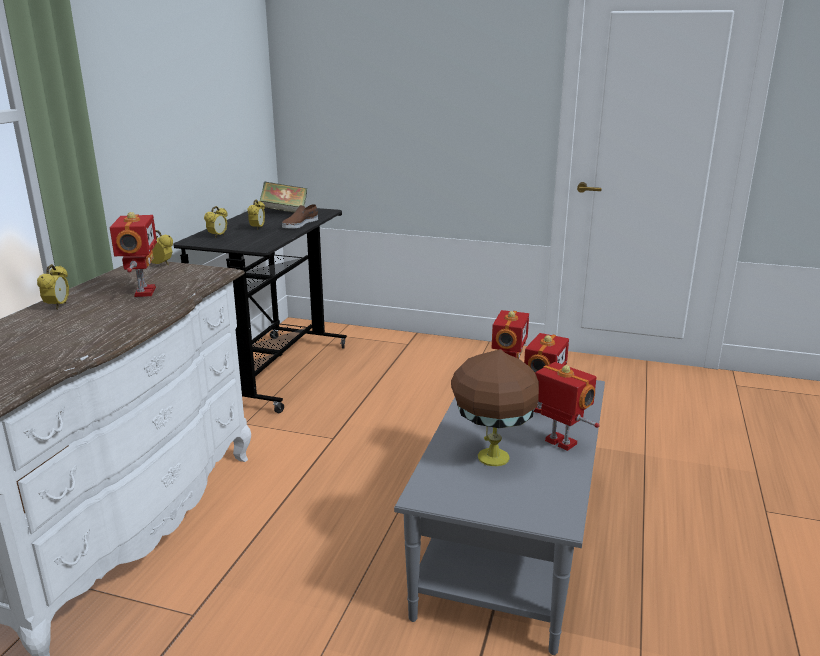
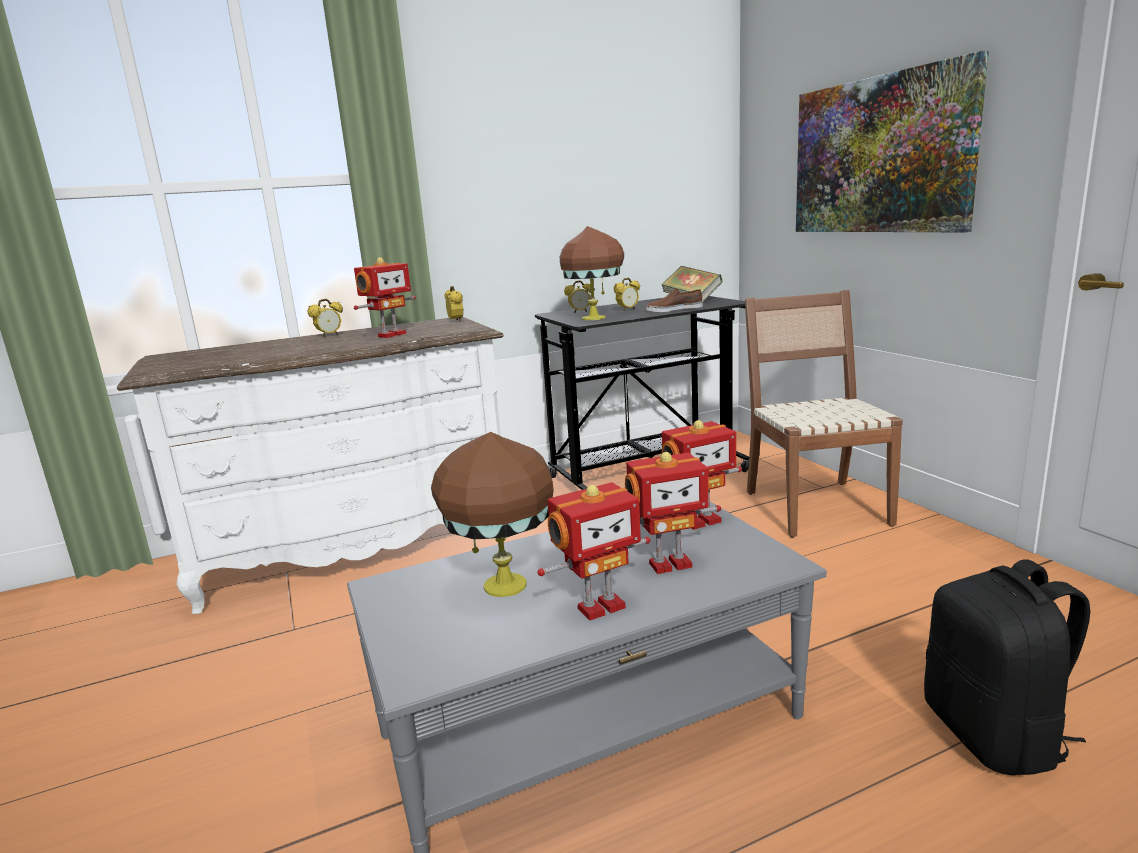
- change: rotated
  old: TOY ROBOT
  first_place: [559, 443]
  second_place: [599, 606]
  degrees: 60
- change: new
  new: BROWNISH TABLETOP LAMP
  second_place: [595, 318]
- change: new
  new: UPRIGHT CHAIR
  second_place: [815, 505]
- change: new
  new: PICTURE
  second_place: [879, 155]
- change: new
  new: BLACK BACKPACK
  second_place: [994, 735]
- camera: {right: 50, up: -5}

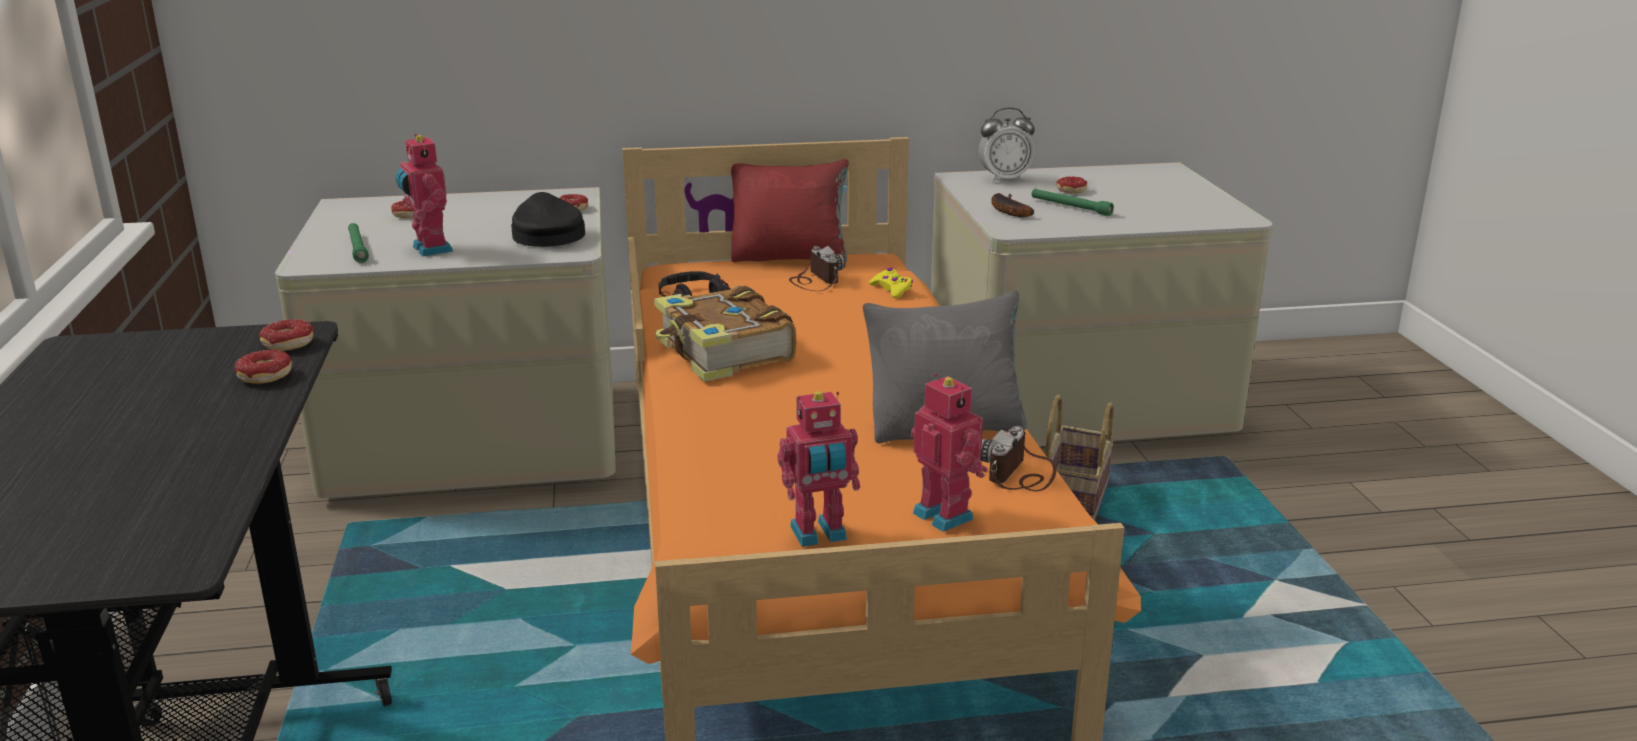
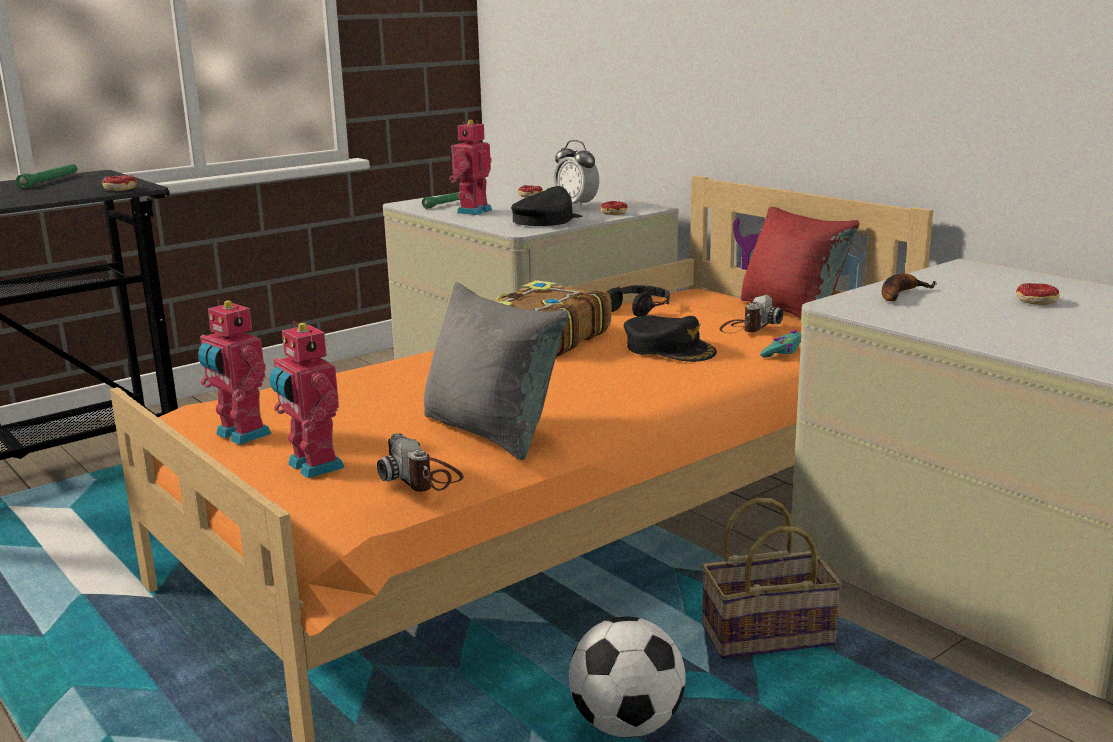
- change: shifted
  old: GREEN FLASHLIGHT
  first_place: [1070, 207]
  second_place: [50, 181]
- change: rotated
  old: TOY ROBOT
  first_place: [946, 514]
  second_place: [312, 467]
  degrees: 120
- change: rotated
  old: STILL CAMERA
  first_place: [1020, 474]
  second_place: [423, 477]
  degrees: -120
- change: shifted
  old: ALARM CLOCK
  first_place: [1004, 179]
  second_place: [576, 205]
- change: new
  new: FOOTBALL
  second_place: [626, 725]
- change: new
  new: BLACK PEAKED CAP
  second_place: [669, 349]
- change: repainted
  old: YELLOW JOYPAD
  new: TURQUOISE JOYPAD
  first_place: [892, 289]
  second_place: [782, 352]
- change: gone
  old: RING DOUGHNUT
  first_place: [268, 379]
- camera: {right: 60, up: -5}

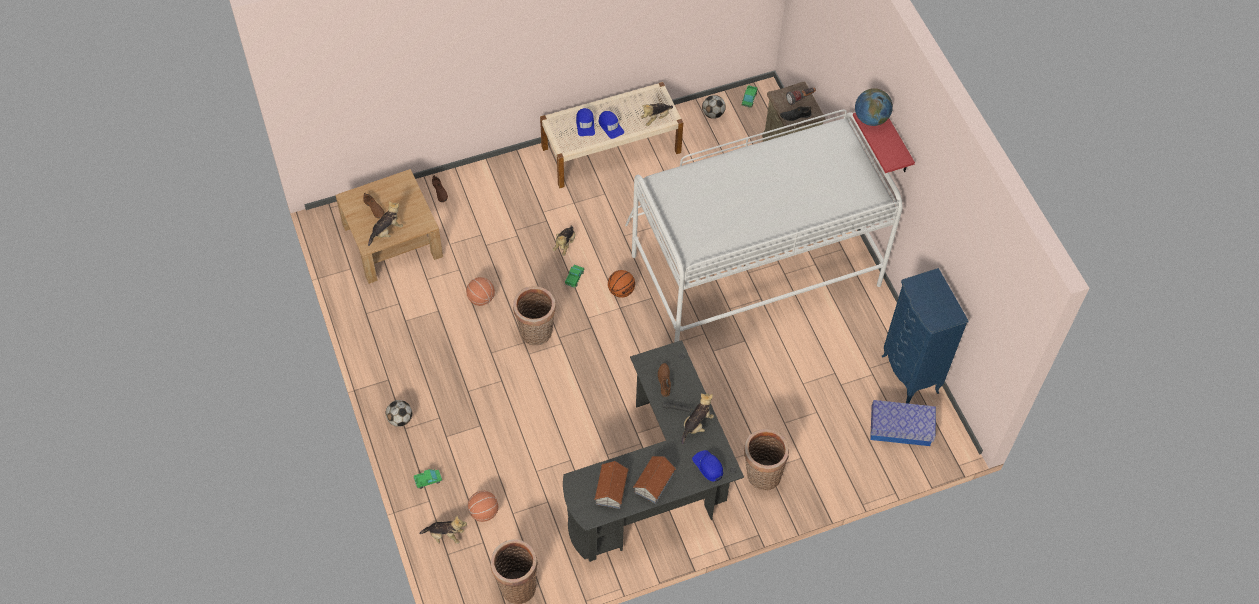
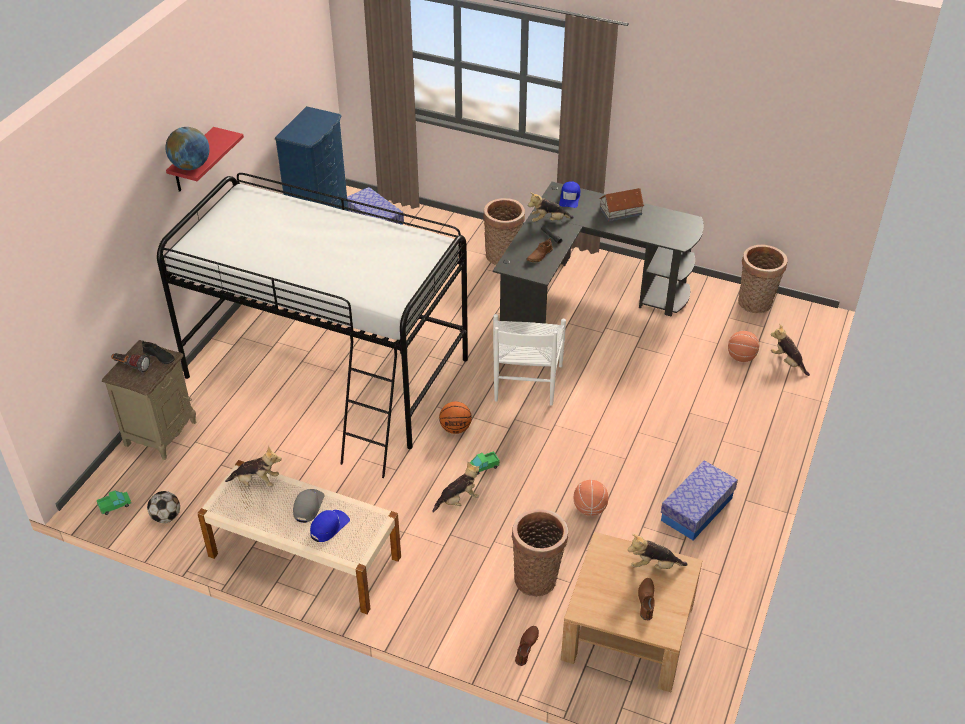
- change: repainted
  old: WHITE-COLOURED BED
  new: BLACK BED
  first_place: [752, 269]
  second_place: [329, 371]
- change: repainted
  old: BLUE PEAKED CAP
  new: GRAY PEAKED CAP
  first_place: [610, 126]
  second_place: [308, 506]
- change: new
  new: WHITE-COLOURED UPRIGHT CHAIR
  second_place: [525, 384]
- change: shifted
  old: STORAGE BASKET
  first_place: [536, 334]
  second_place: [537, 577]
- change: new
  new: STORAGE CONTAINER
  second_place: [696, 509]
- change: gone
  old: FOOTBALL
  first_place: [400, 419]
- change: gone
  old: TOY TRUCK
  first_place: [428, 480]
- change: gone
  old: TOY HOUSE
  first_place: [611, 489]
- camera: {right: -135, up: -15}

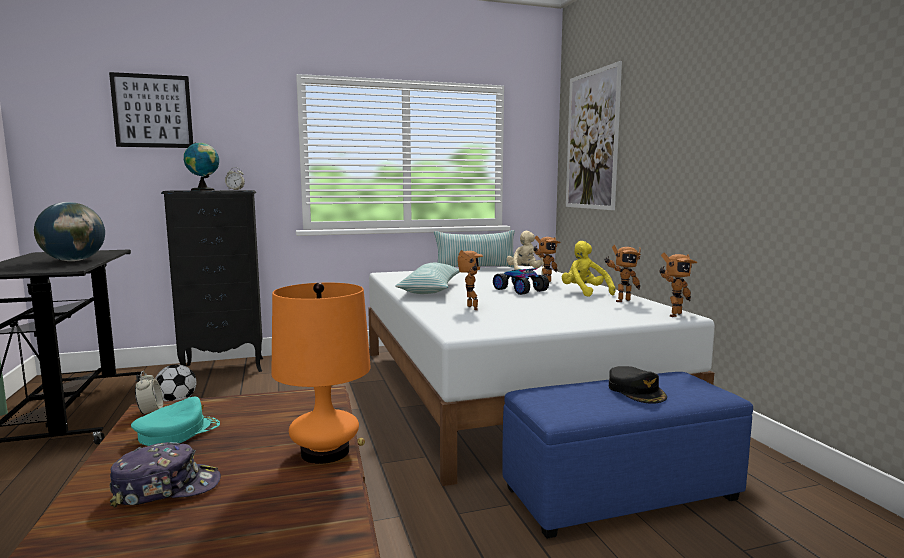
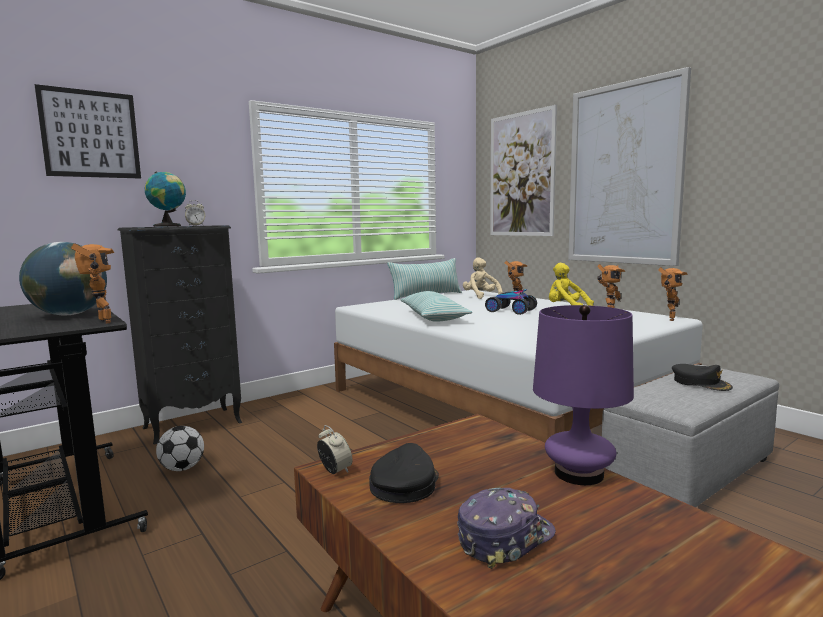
- change: shifted
  old: TOY ROBOT
  first_place: [470, 308]
  second_place: [101, 322]
- change: repainted
  old: TURQUOISE PEAKED CAP
  new: BLACK PEAKED CAP
  first_place: [177, 432]
  second_place: [404, 484]
- change: repainted
  old: ORANGE TABLETOP LAMP
  new: PURPLE-COLOURED TABLETOP LAMP
  first_place: [325, 452]
  second_place: [579, 473]
- change: new
  new: PICTURE
  second_place: [624, 174]
- change: repainted
  old: BLUE POUFFE
  new: GRAY POUFFE
  first_place: [622, 493]
  second_place: [689, 472]
- camera: {right: -20, up: 0}

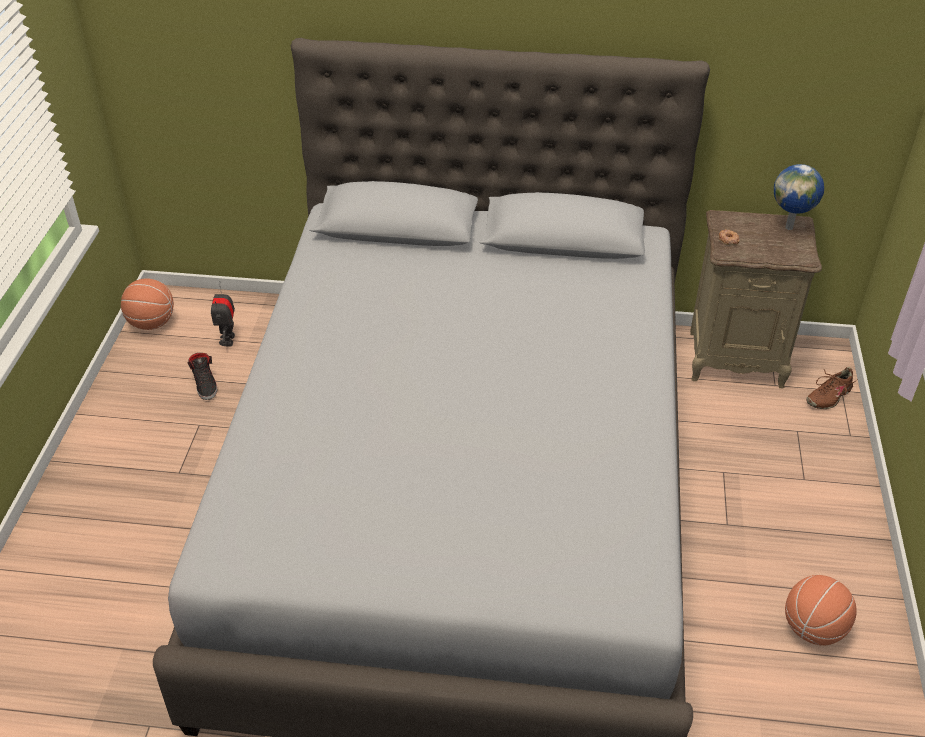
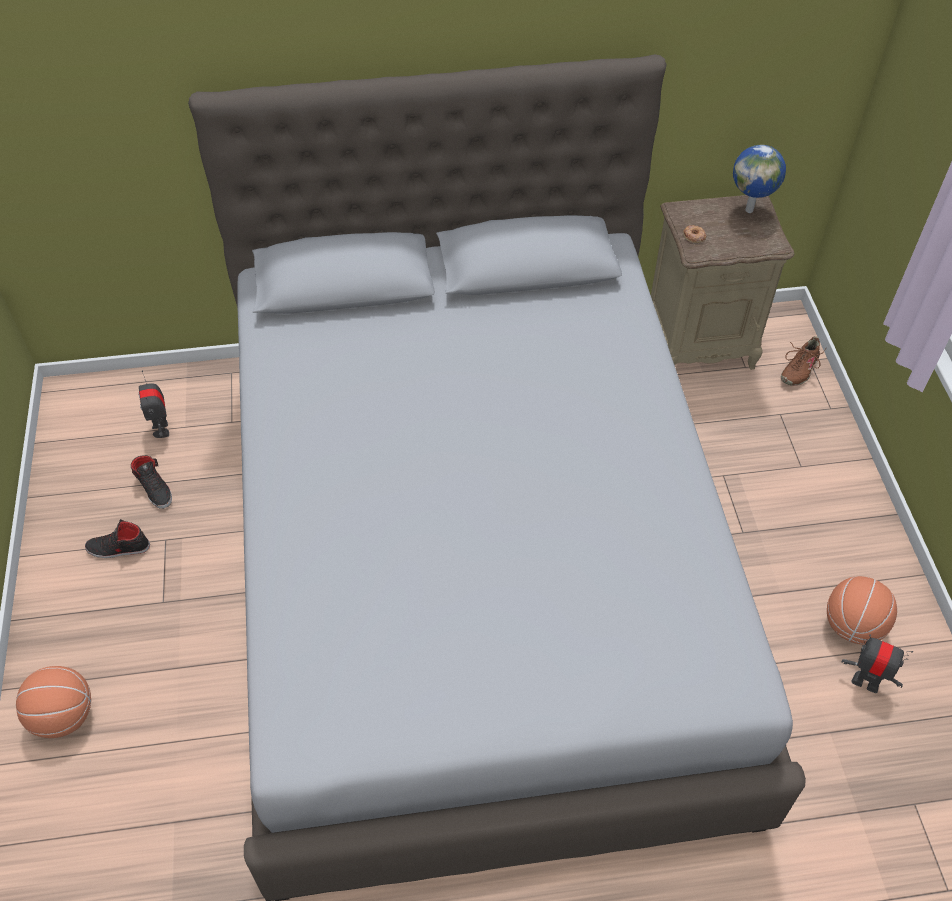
- change: shifted
  old: BASKETBALL
  first_place: [151, 323]
  second_place: [63, 716]
- change: new
  new: BLACK LOW SHOE
  second_place: [118, 548]
- change: new
  new: TOY ROBOT
  second_place: [865, 682]
- camera: {right: -15, up: 10}

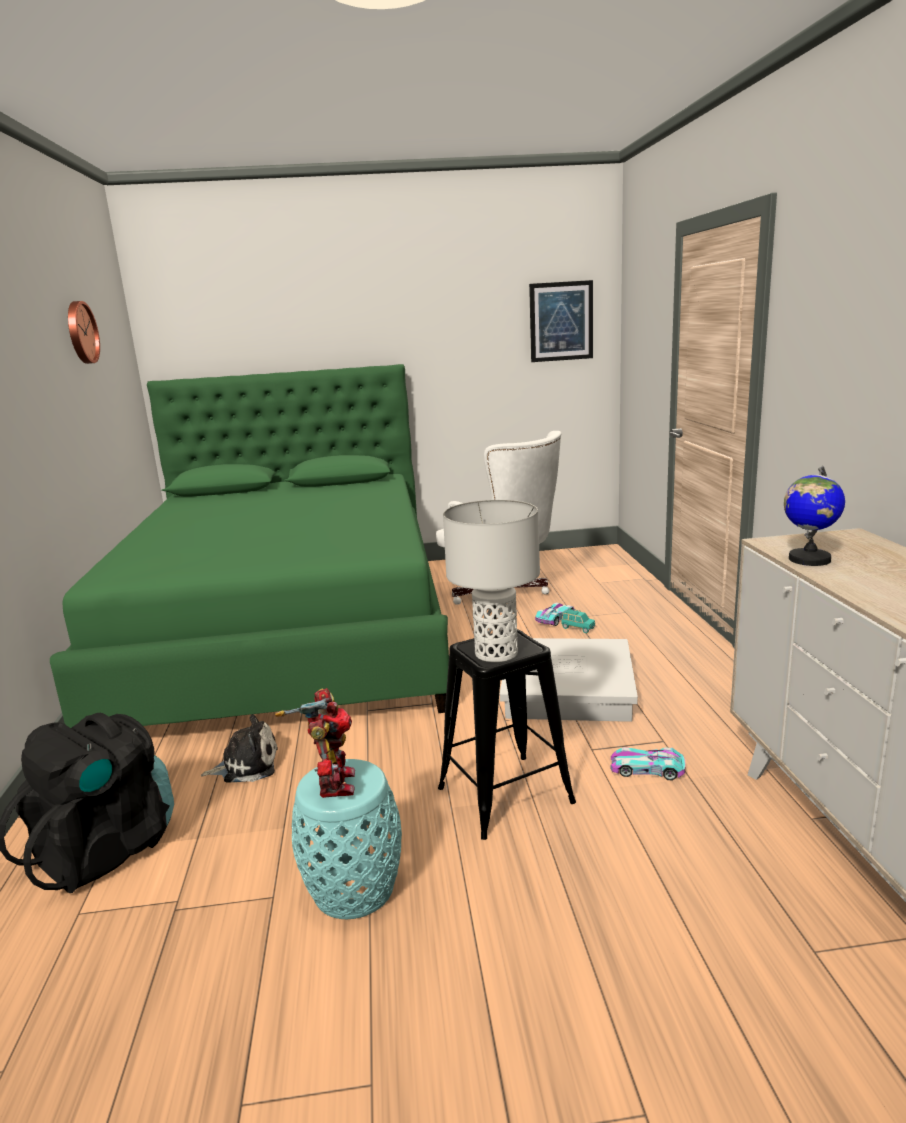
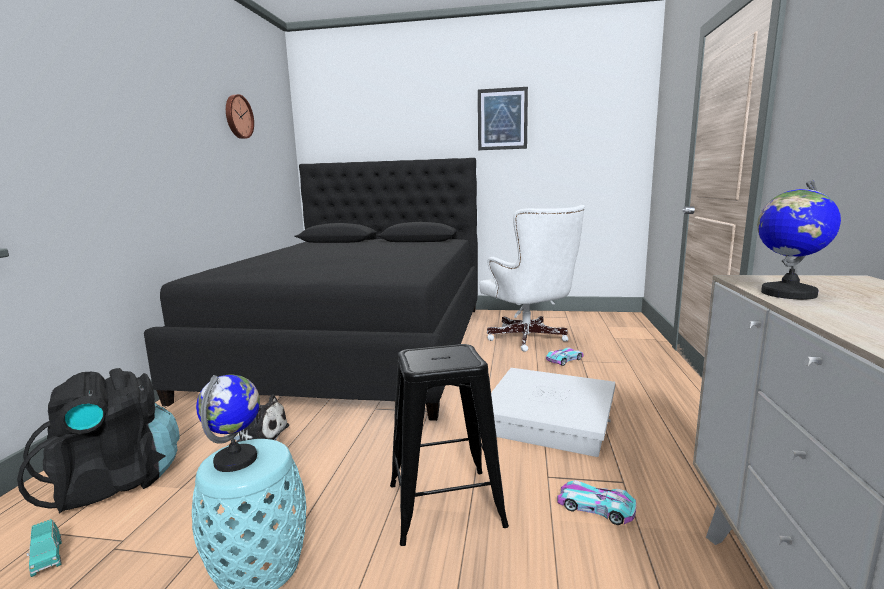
- change: shifted
  old: TURQUOISE MODEL CAR
  first_place: [577, 628]
  second_place: [47, 558]
- change: repainted
  old: GREEN BED
  new: BLACK BED
  first_place: [290, 634]
  second_place: [357, 346]
- change: swapped
  old: TOY ROBOT
  new: WORLD GLOBE
  first_place: [333, 784]
  second_place: [236, 460]
- change: shifted
  old: PICTURE
  first_place: [561, 321]
  second_place: [502, 119]
- change: gone
  old: WHITE-COLOURED TABLETOP LAMP
  first_place: [495, 653]
- camera: {right: 15, up: -5}

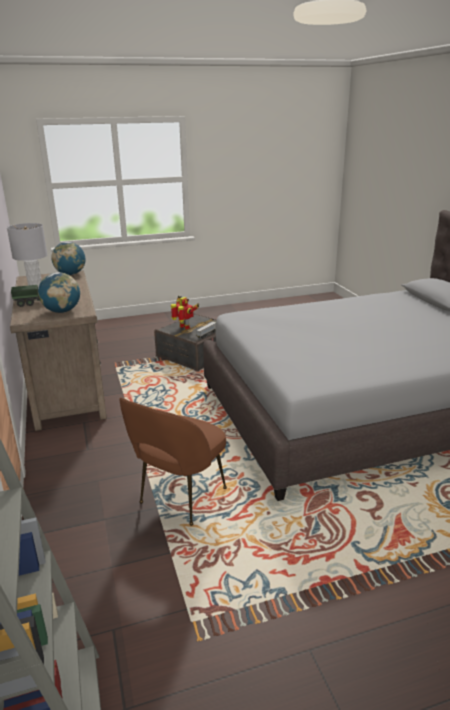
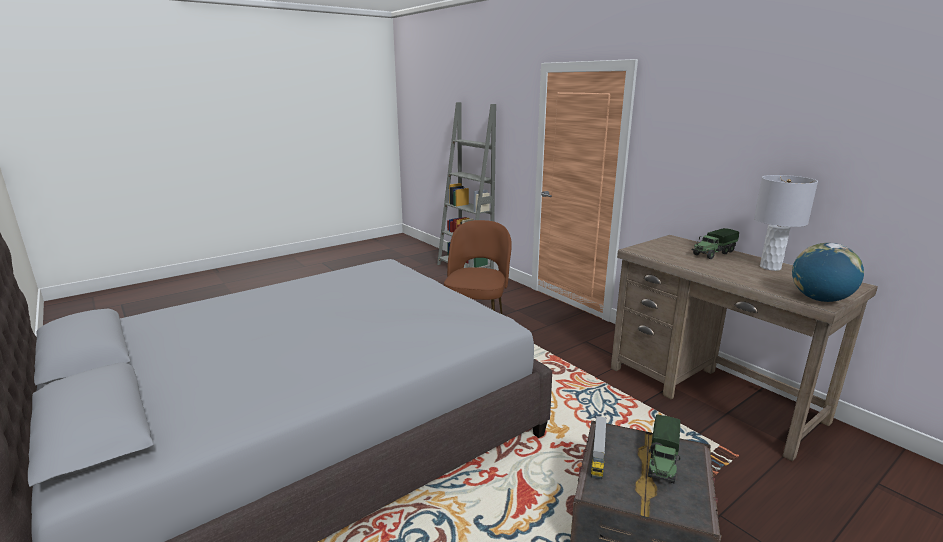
- change: swapped
  old: TOY ROBOT
  new: TOY TRUCK
  first_place: [184, 328]
  second_place: [662, 462]
- change: gone
  old: WORLD GLOBE
  first_place: [62, 311]
- camera: {right: 160, up: -5}

